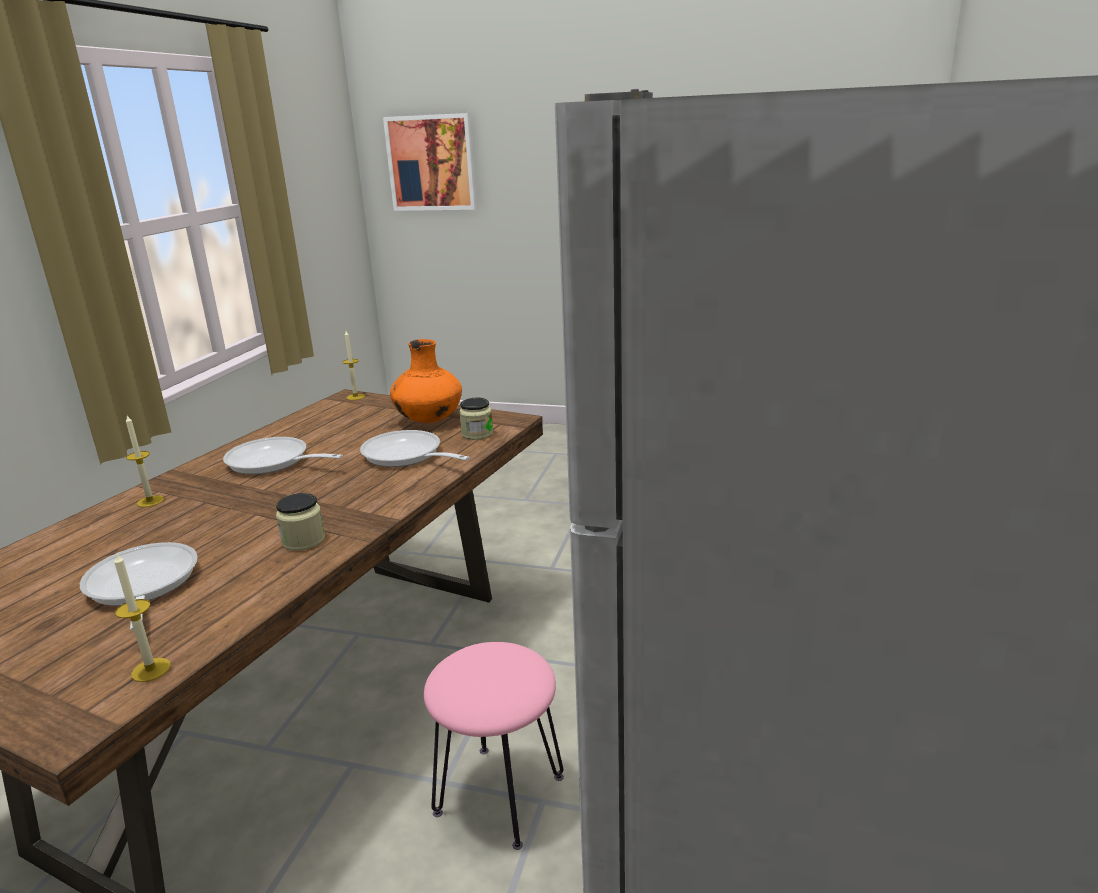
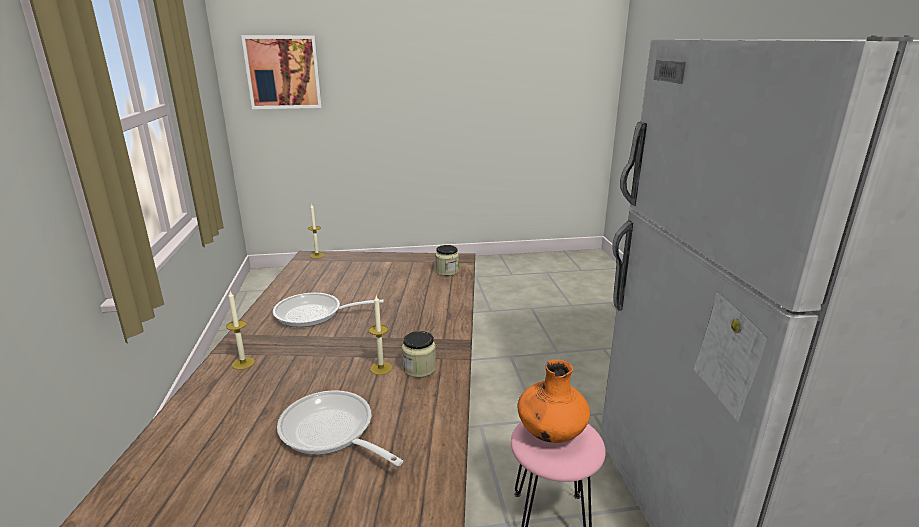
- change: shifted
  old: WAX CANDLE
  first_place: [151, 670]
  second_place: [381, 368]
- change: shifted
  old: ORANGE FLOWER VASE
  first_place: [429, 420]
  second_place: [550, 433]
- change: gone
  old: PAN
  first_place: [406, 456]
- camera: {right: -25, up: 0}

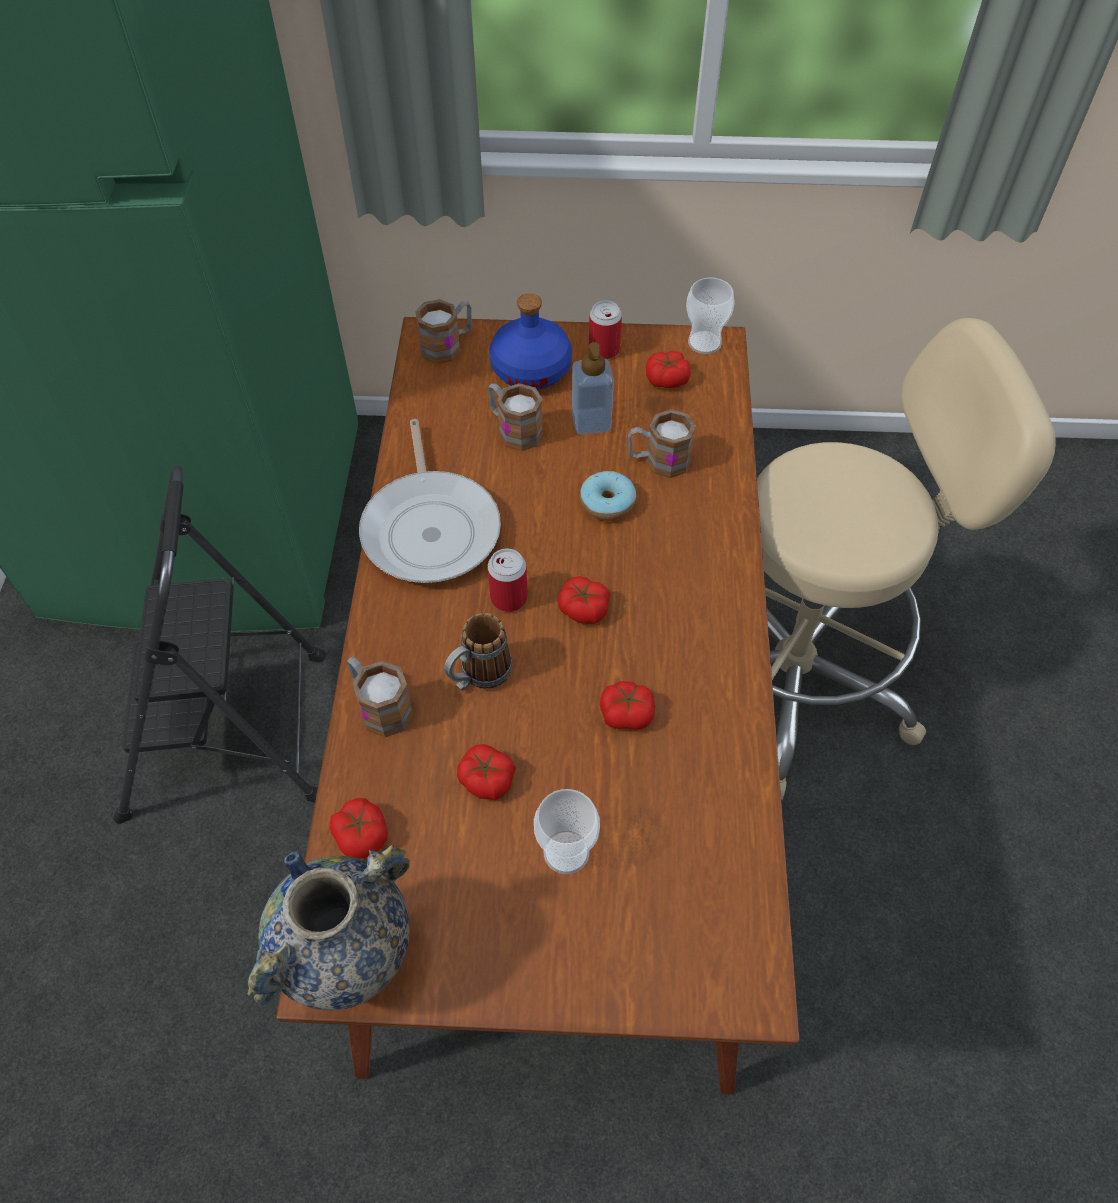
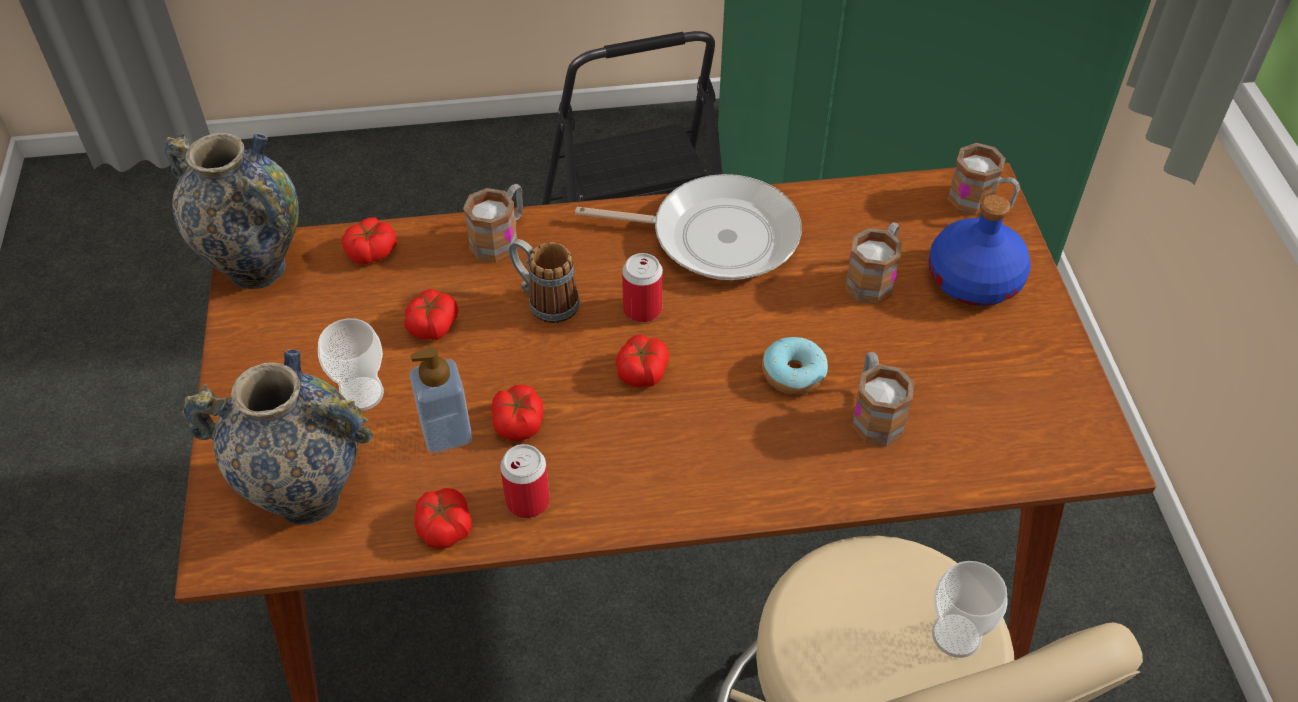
- change: new
  new: FLOWER VASE
  second_place: [307, 497]
- change: shifted
  old: LIQUID SOAP BOTTLE
  first_place: [591, 422]
  second_place: [446, 433]
- change: shifted
  old: TOMATO
  first_place: [667, 379]
  second_place: [444, 527]
- change: shifted
  old: CAN
  first_place: [604, 350]
  second_place: [527, 501]
- change: rotated
  old: PAN
  first_place: [431, 527]
  second_place: [716, 236]
  degrees: -150
- change: shifted
  old: SMALL CUP
  first_place: [704, 342]
  second_place: [956, 635]
- camera: {right: 80, up: -5}

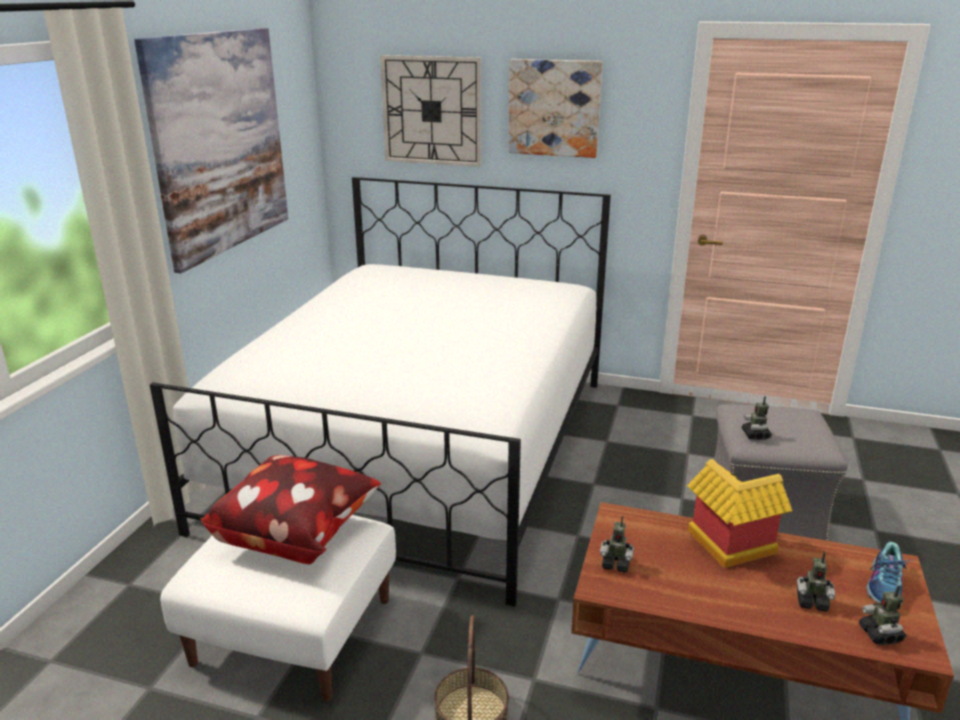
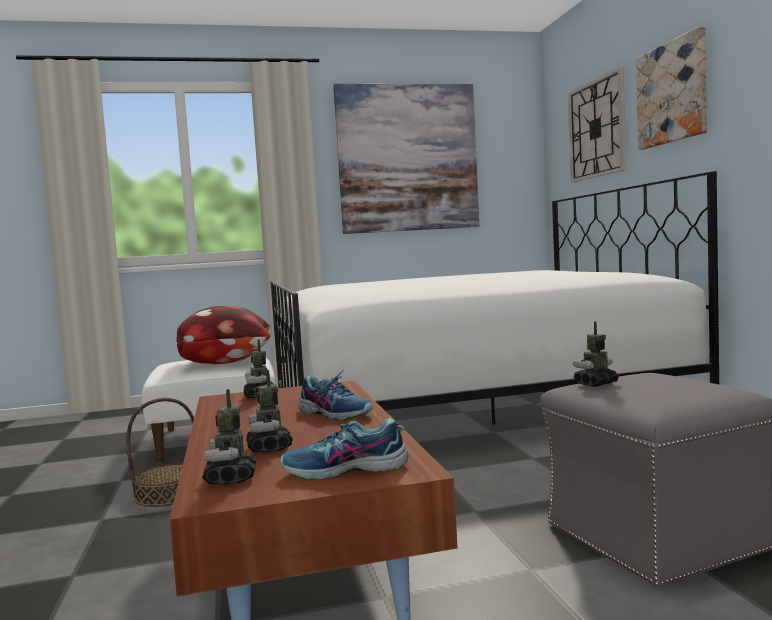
- change: rotated
  old: TOY ROBOT
  first_place: [880, 634]
  second_place: [231, 478]
  degrees: -60
- change: swapped
  old: TOY HOUSE
  new: LOW SHOE
  first_place: [727, 547]
  second_place: [335, 413]
- camera: {right: 60, up: -20}

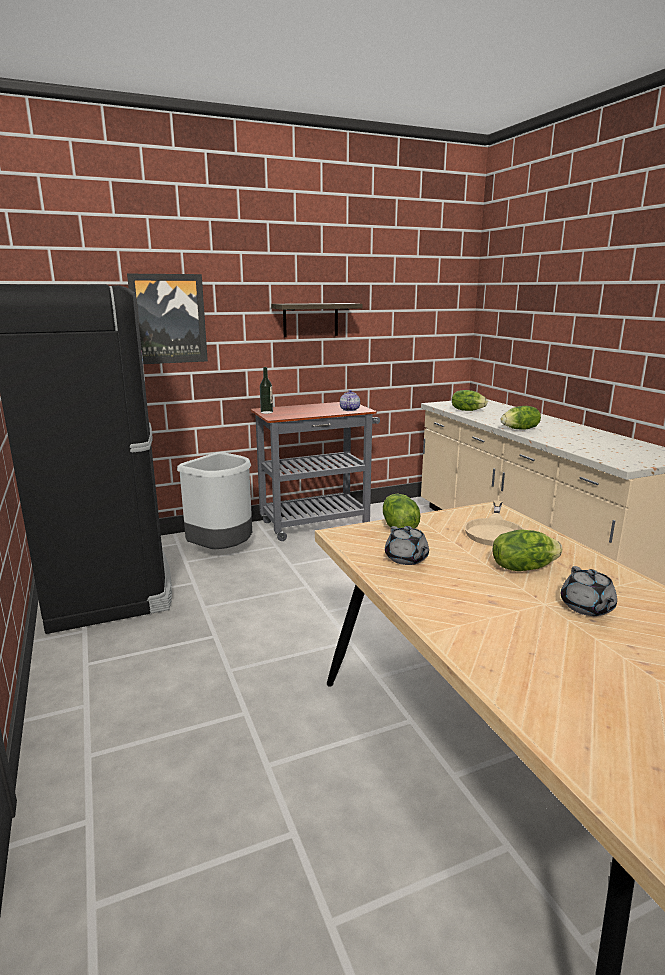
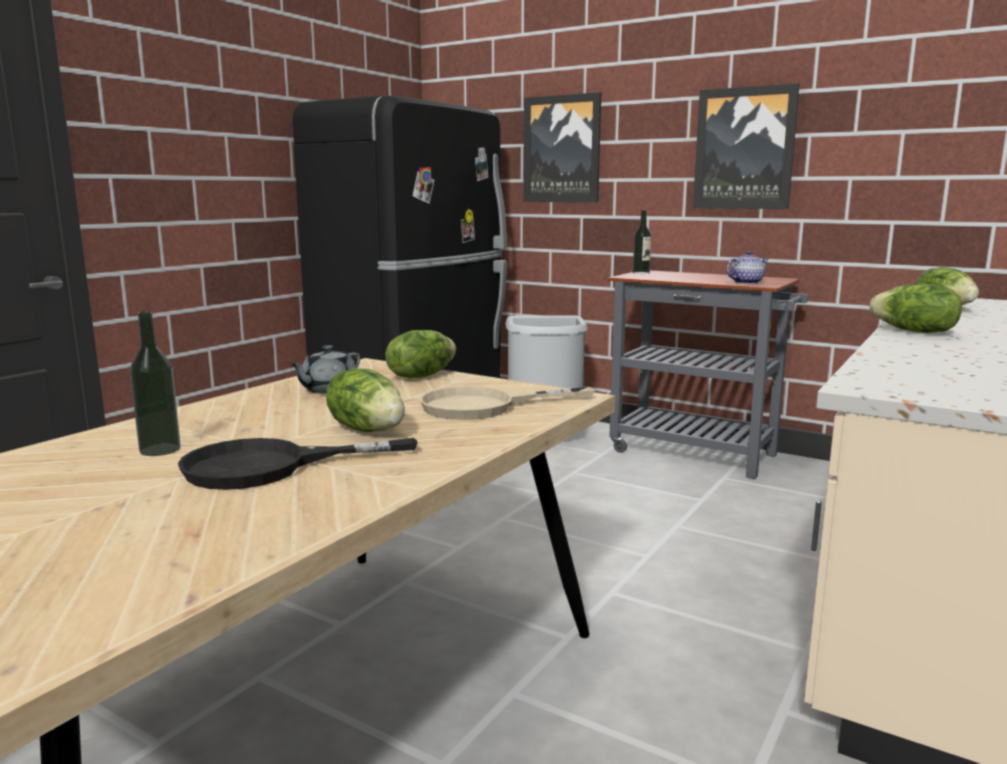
- change: new
  new: BOTTLE
  second_place: [160, 450]
- change: swapped
  old: GRAY POT FOR TEA
  new: BLACK PAN
  first_place: [587, 608]
  second_place: [269, 466]
- change: swapped
  old: SHELF
  new: PICTURE
  first_place: [310, 320]
  second_place: [744, 149]
- camera: {right: 55, up: -5}

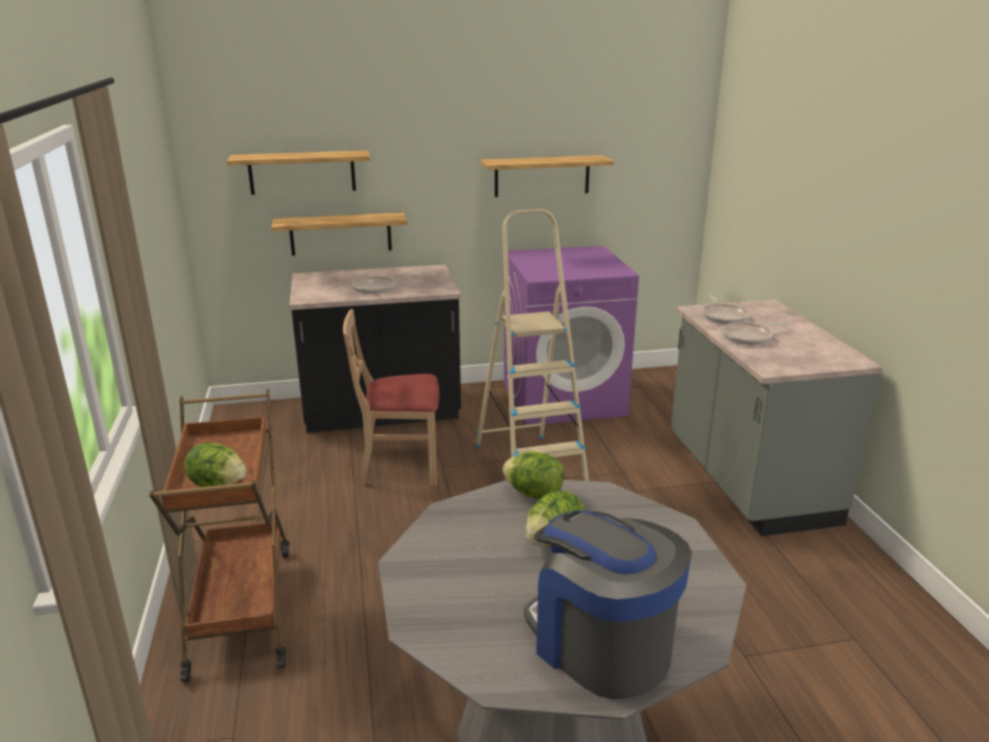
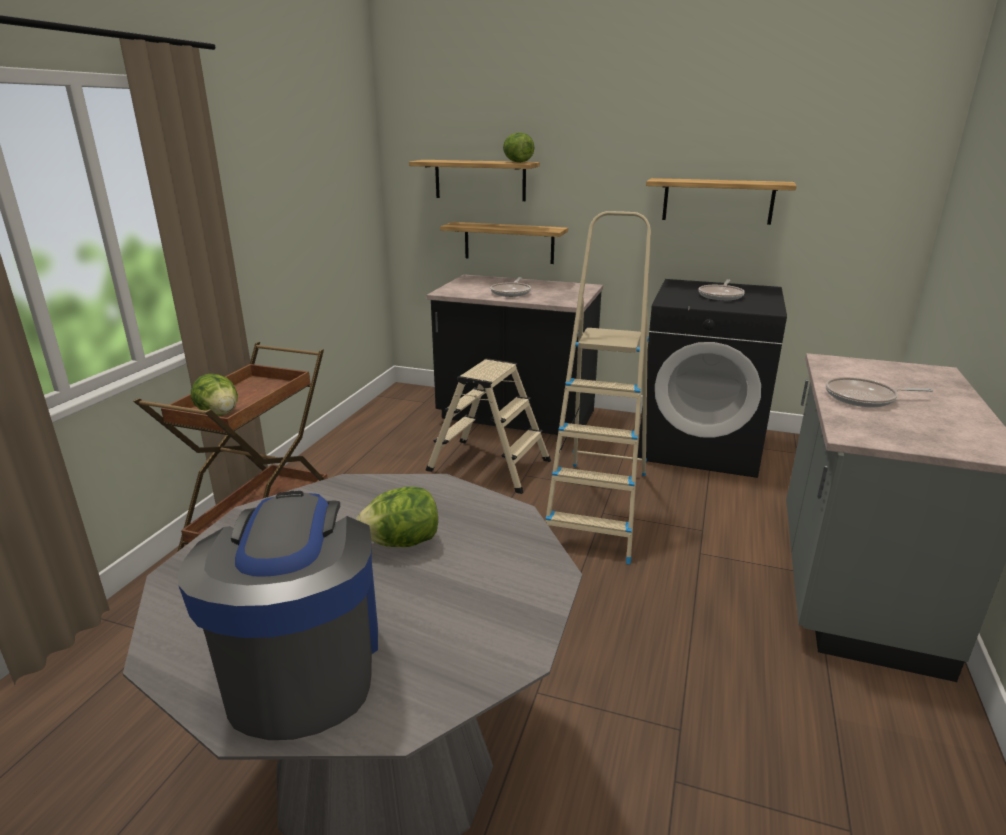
- change: swapped
  old: BEIGE-COLOURED UPRIGHT CHAIR
  new: BEIGE-COLOURED STEP STOOL
  first_place: [400, 467]
  second_place: [489, 465]
- change: shifted
  old: LETTUCE
  first_place: [534, 494]
  second_place: [517, 162]
- change: repainted
  old: PURPLE-COLOURED LAUNDRY APPLIANCE
  new: BLACK LAUNDRY APPLIANCE
  first_place: [564, 398]
  second_place: [700, 445]
- change: shifted
  old: PAN
  first_place: [723, 316]
  second_place: [721, 295]
- camera: {right: 30, up: 0}

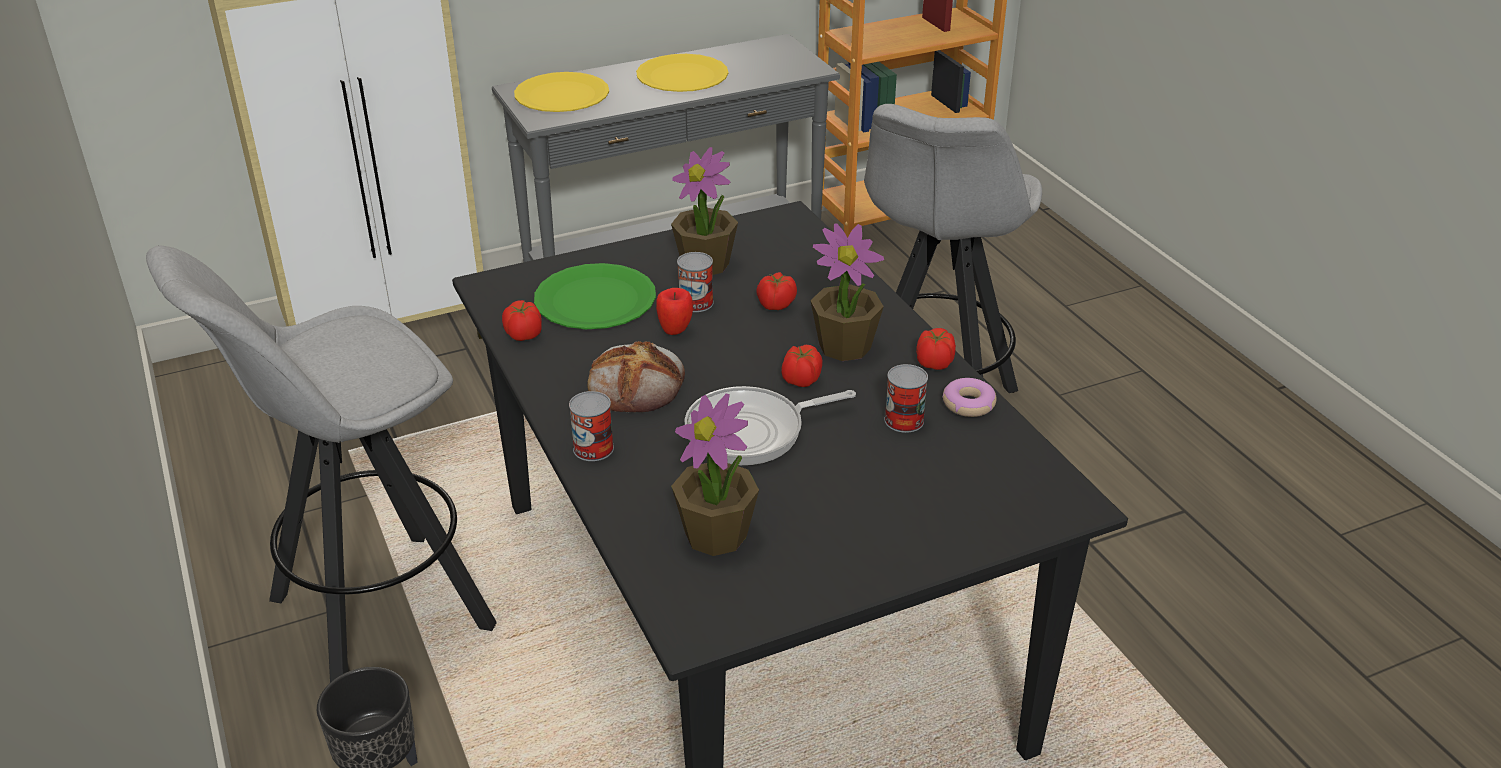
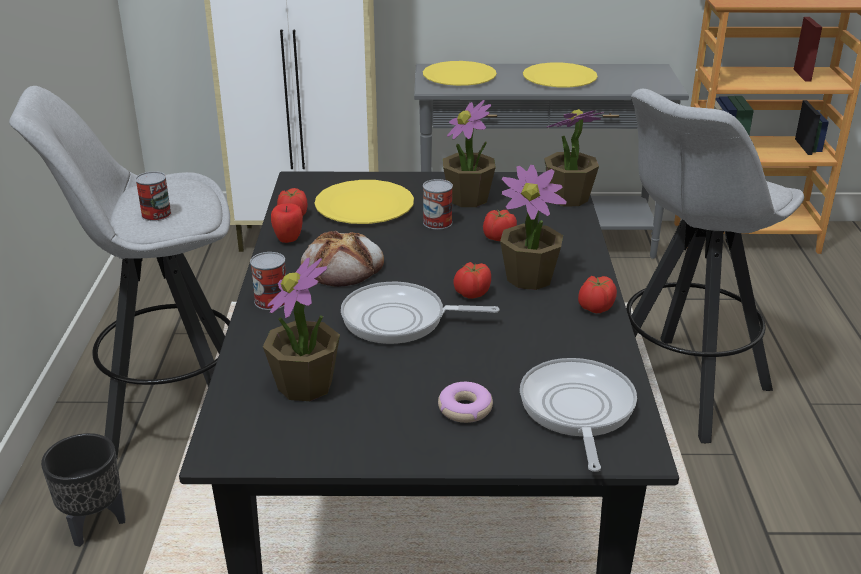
- change: shifted
  old: CAN
  first_place: [904, 420]
  second_place: [156, 214]
- change: shifted
  old: WHOLE APPLE
  first_place: [675, 331]
  second_place: [288, 240]
- change: repainted
  old: GREEN FLAT DISH
  new: YELLOW FLAT DISH
  first_place: [596, 300]
  second_place: [364, 205]
- change: shifted
  old: RING DOUGHNUT
  first_place: [968, 404]
  second_place: [465, 409]
- change: new
  new: PAN
  second_place: [577, 410]
- change: new
  new: PLANT IN A POT
  second_place: [568, 198]
- camera: {right: 25, up: -5}

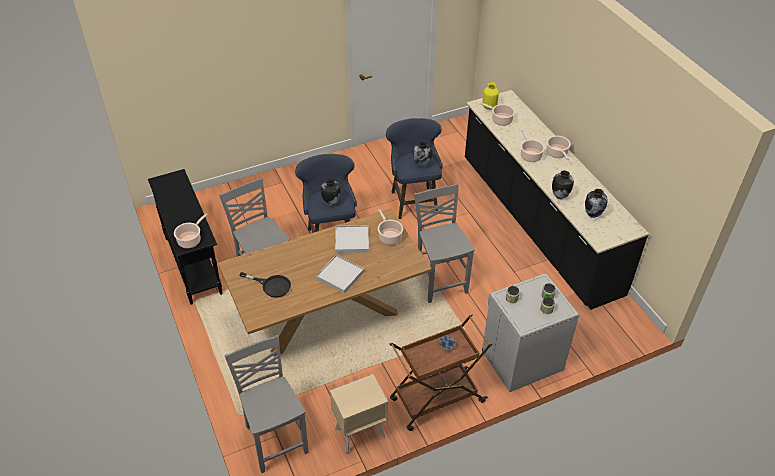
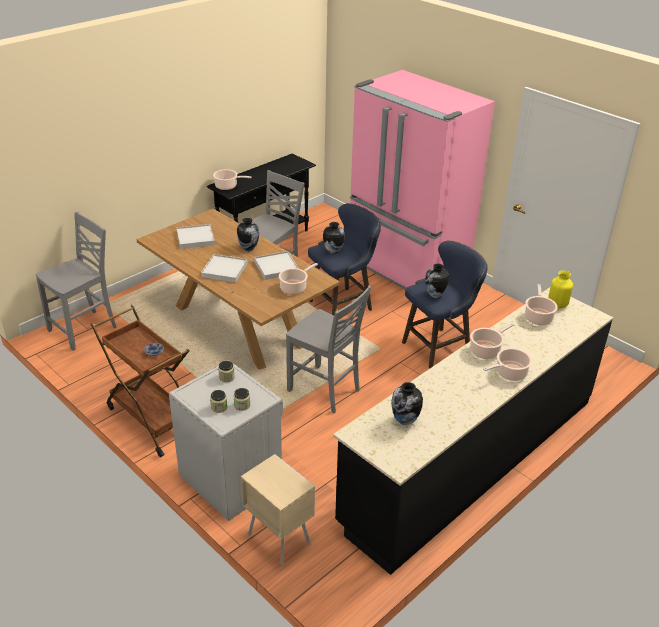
- change: swapped
  old: BLACK PAN
  new: WHITE-COLOURED TRAY
  first_place: [271, 285]
  second_place: [195, 238]
- change: shifted
  old: FLOWER VASE
  first_place: [559, 196]
  second_place: [249, 248]
- change: shifted
  old: BEIGE-COLOURED NIGHT TABLE
  first_place: [358, 433]
  second_place: [278, 538]
- change: rotated
  old: GRAY UPRIGHT CHAIR
  first_place: [440, 280]
  second_place: [325, 391]
  degrees: 75
- change: new
  new: PINK REFRIGERATOR
  second_place: [406, 270]
- camera: {right: 70, up: -10}

